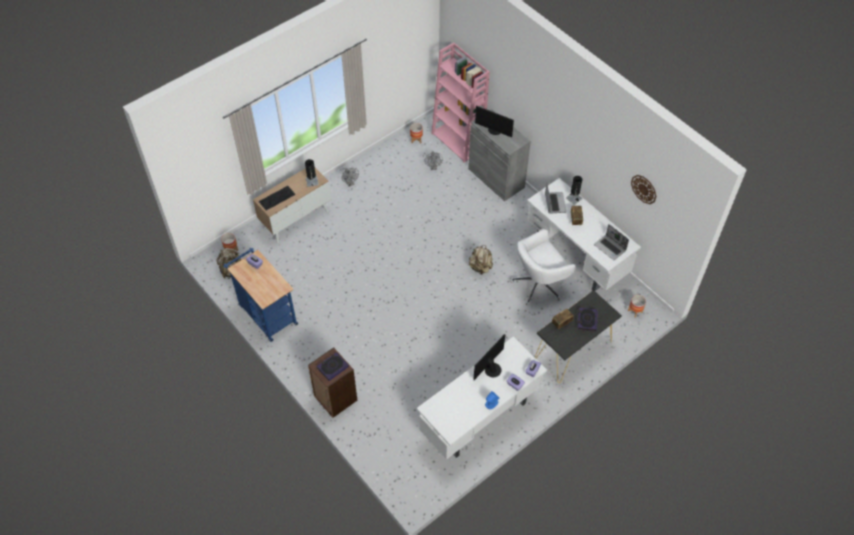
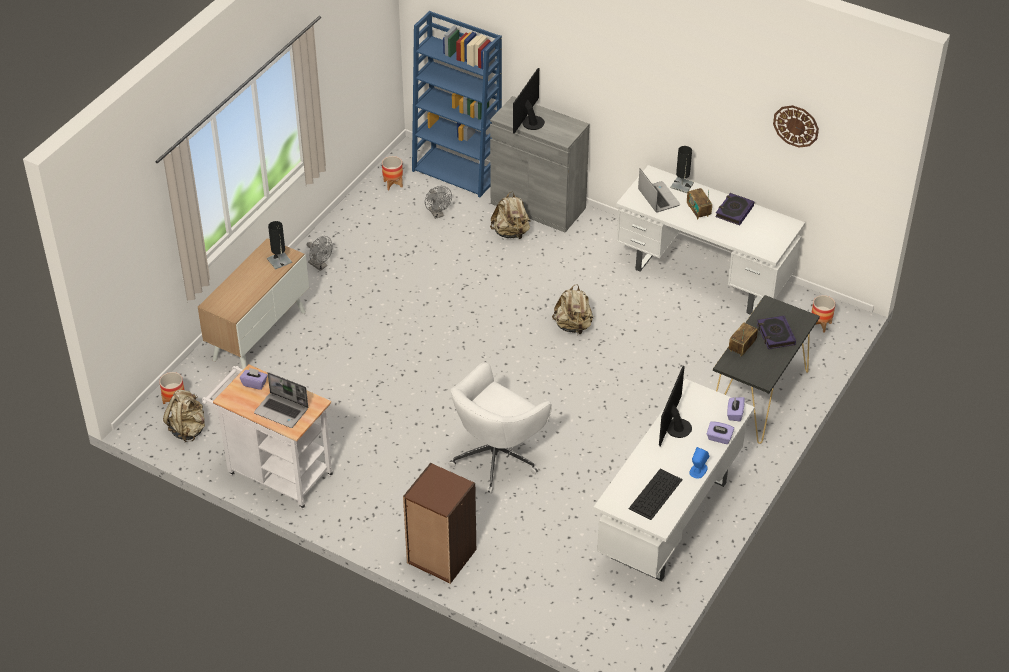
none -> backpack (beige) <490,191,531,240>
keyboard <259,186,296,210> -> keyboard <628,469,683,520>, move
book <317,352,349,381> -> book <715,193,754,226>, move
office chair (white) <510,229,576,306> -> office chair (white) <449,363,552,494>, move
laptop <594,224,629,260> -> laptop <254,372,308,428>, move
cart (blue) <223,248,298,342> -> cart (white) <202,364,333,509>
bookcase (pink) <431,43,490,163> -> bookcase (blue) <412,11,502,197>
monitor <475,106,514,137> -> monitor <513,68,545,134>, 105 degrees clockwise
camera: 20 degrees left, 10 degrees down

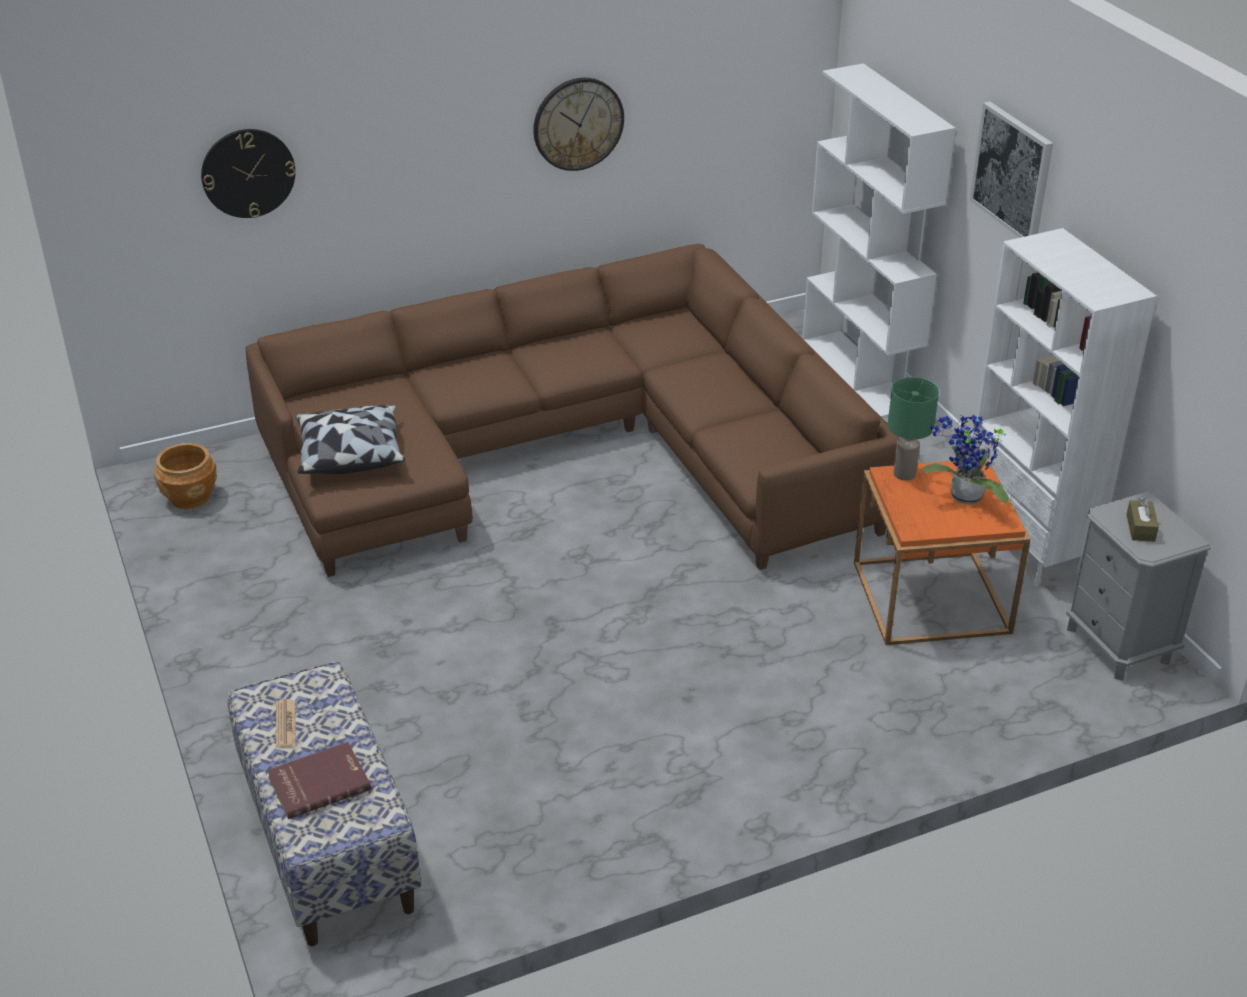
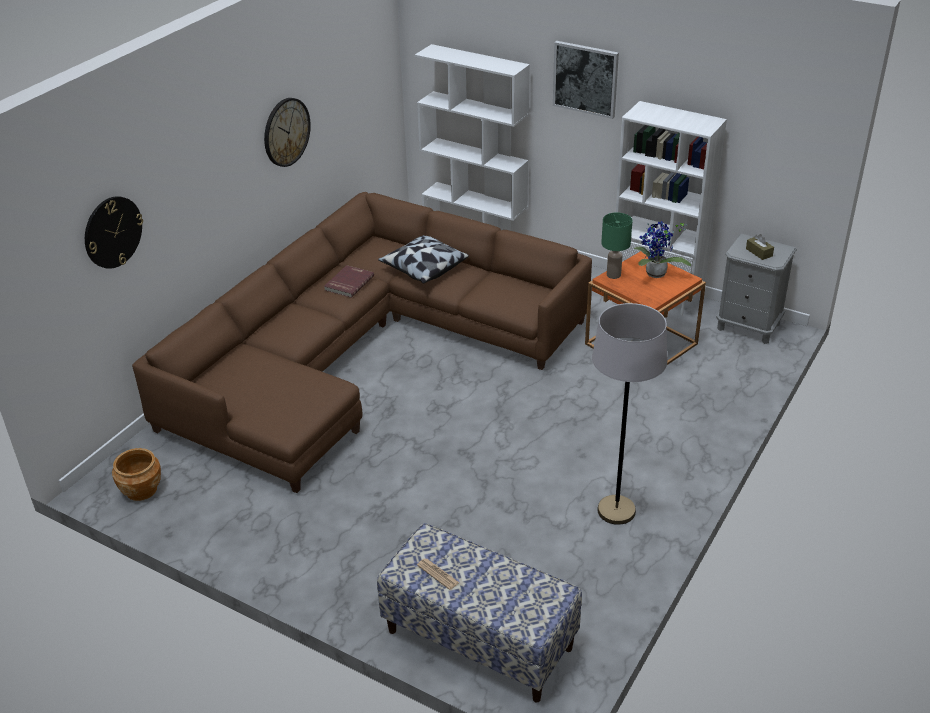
none -> floor lamp (grey) <592,303,667,525>
book (red) <267,742,371,819> -> book (red) <324,265,374,298>, move
pillow <296,405,405,474> -> pillow <378,235,469,283>, move
camera: 35 degrees left, 0 degrees up

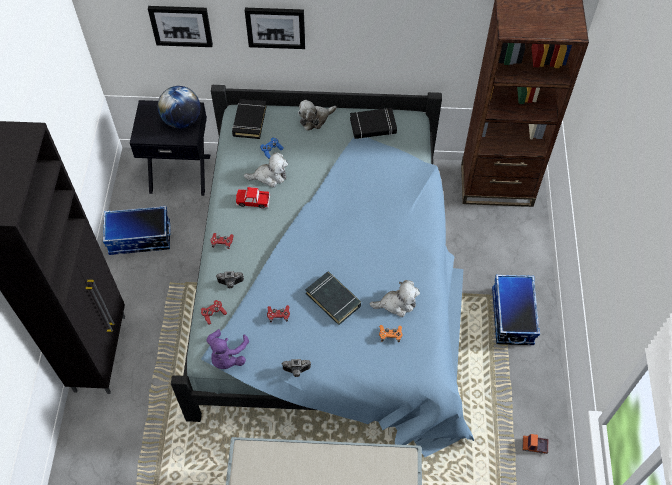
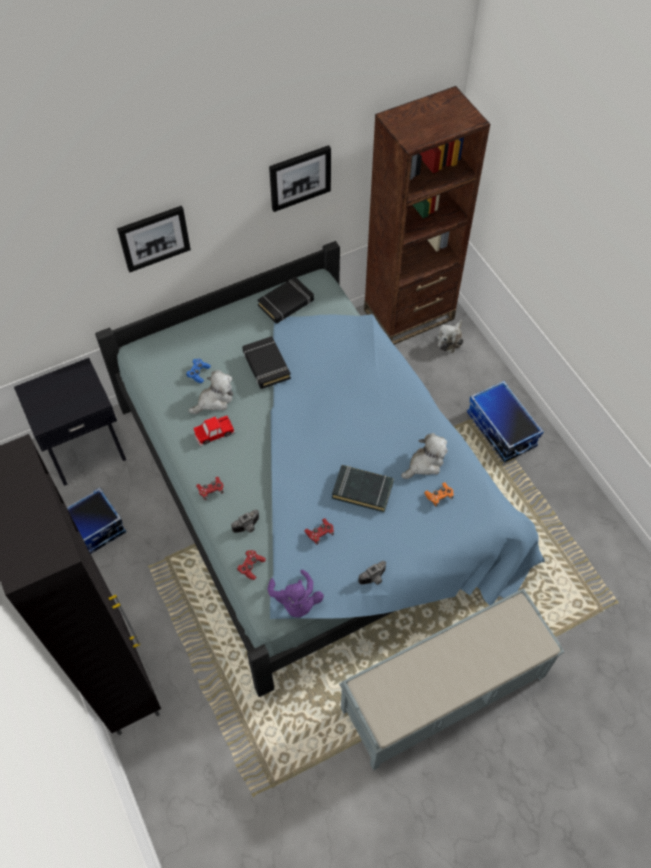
globe <158,86,200,129> -> none
toy truck <522,434,548,454> -> none
picture <148,6,213,47> -> picture <269,145,331,212>, move
book (black) <232,99,267,139> -> book (black) <242,336,291,389>, move
plush toy <298,100,337,131> -> plush toy <437,320,464,353>, move
camera: 30 degrees left, 0 degrees up

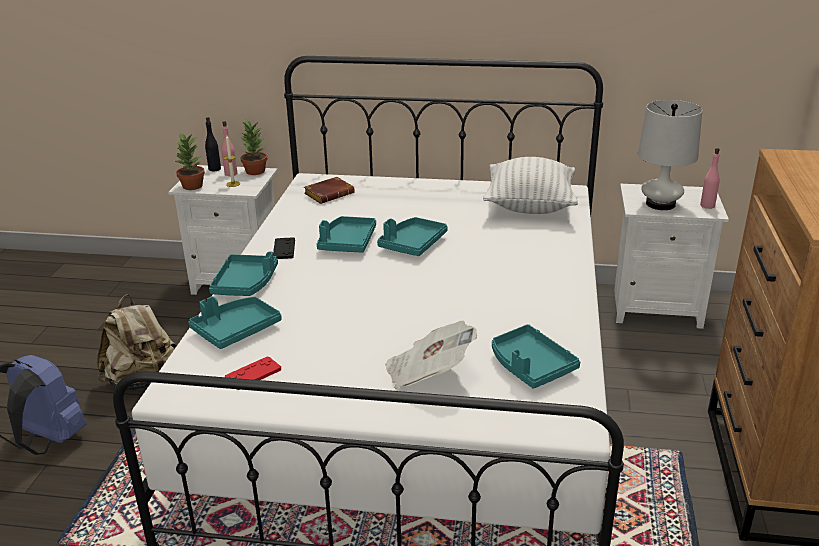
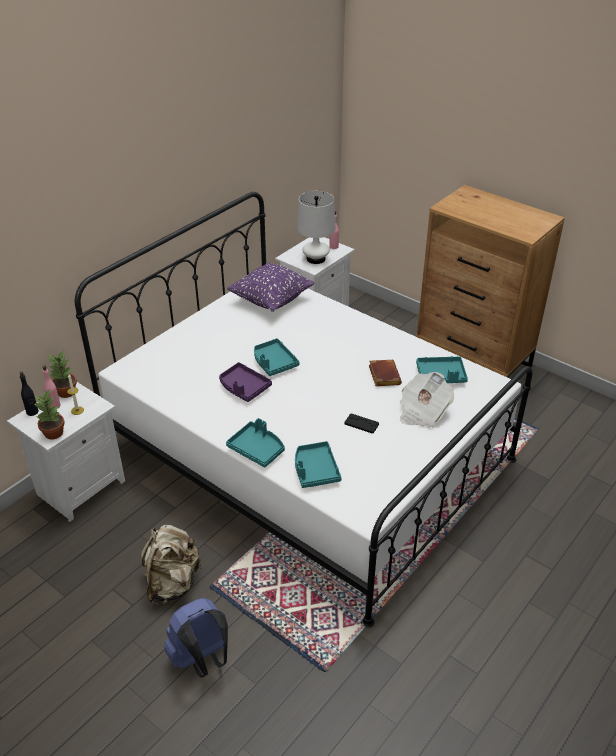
game controller (red) <225,357,281,390> -> none
game controller (black) <273,237,295,259> -> game controller (black) <344,413,379,434>, move
book (brown) <304,177,355,204> -> book (brown) <369,360,402,386>, move
tray (turquoise) <317,216,376,252> -> tray (purple) <219,362,272,402>
pillow (white) <483,157,578,214> -> pillow (purple) <227,262,314,312>
camera: 60 degrees left, 10 degrees up

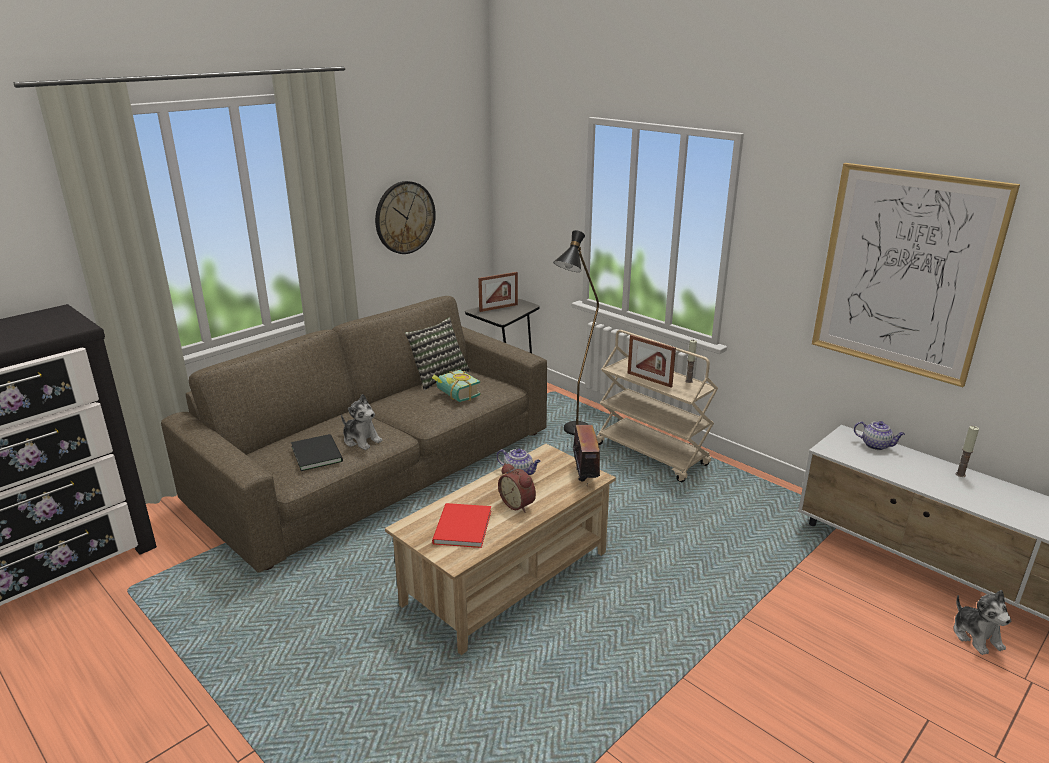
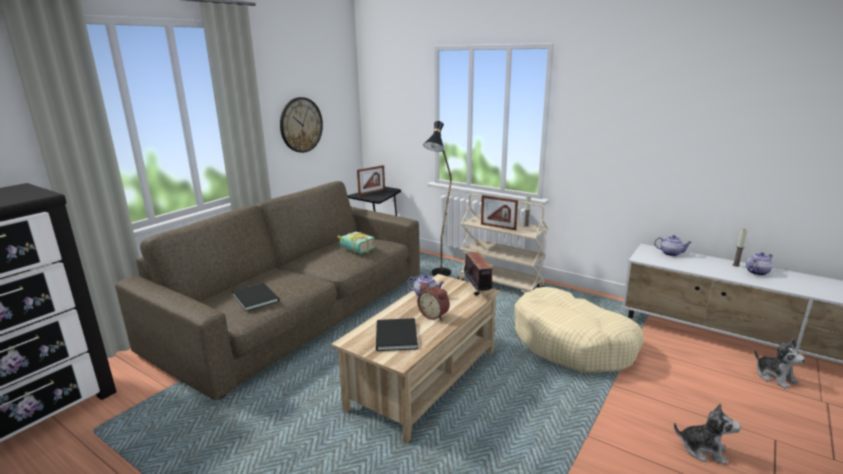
pillow <405,317,471,390> -> none
picture <812,163,1020,387> -> none
none -> dog bed (beige) <515,287,644,373>
none -> teapot <746,252,773,276>
plush toy <341,394,383,450> -> plush toy <674,403,741,465>, move
book (red) <432,503,491,548> -> book (black) <376,318,418,351>
camera: 10 degrees left, 5 degrees down

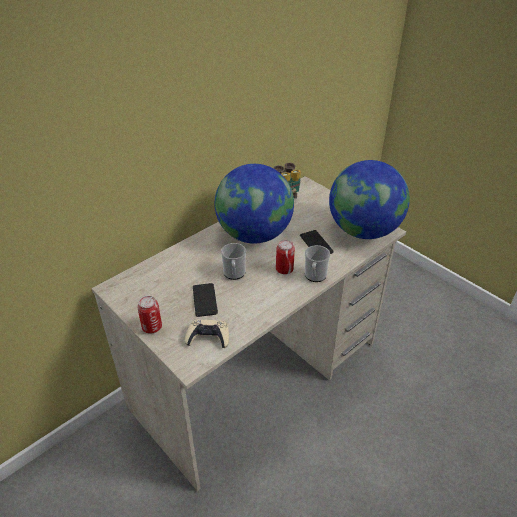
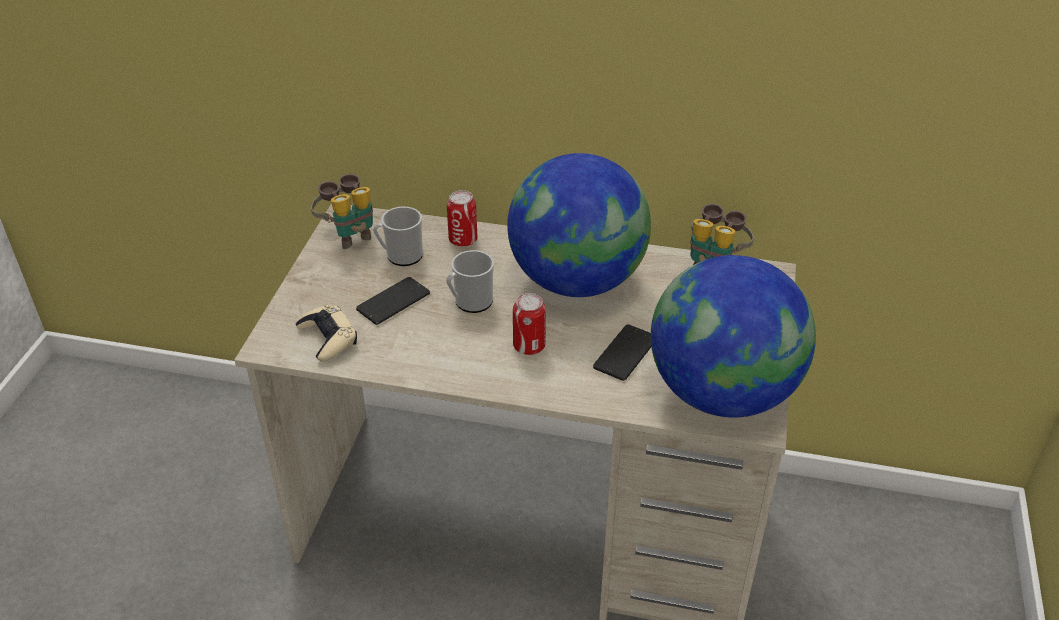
none -> binoculars <311,174,373,249>
can <137,296,162,334> -> can <447,190,477,247>, move
mug <305,245,330,282> -> mug <373,206,423,266>, move
camera: 55 degrees right, 0 degrees up

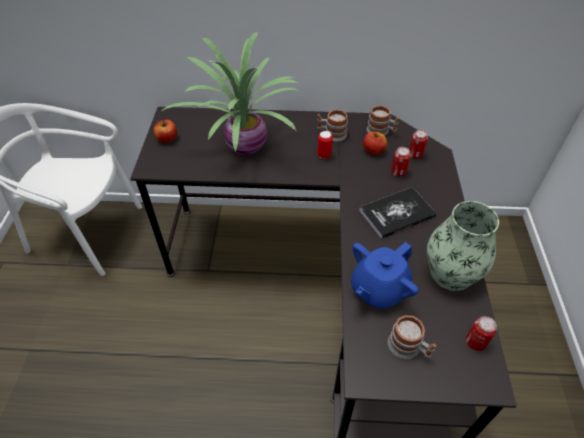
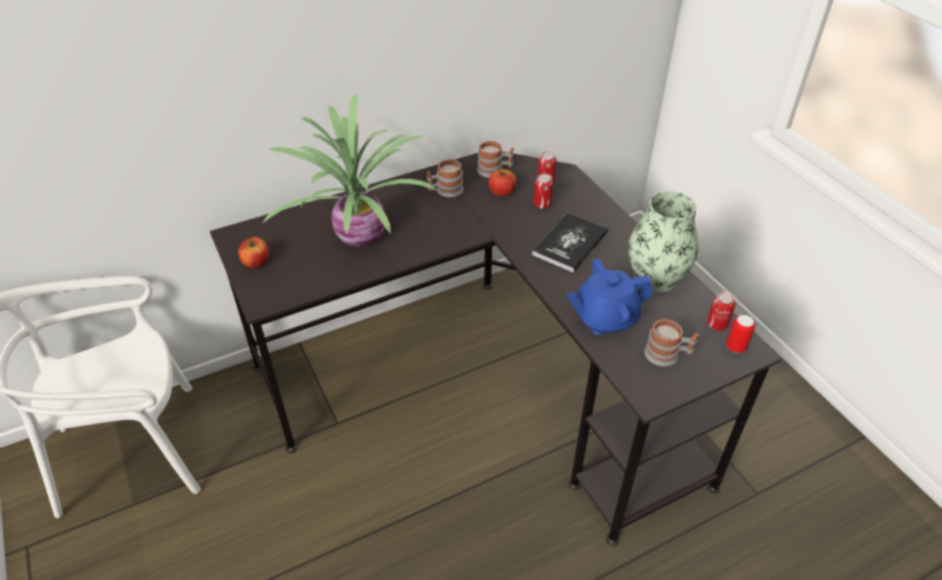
can <317,131,333,159> -> can <726,315,755,353>, move
teapot (blue) <351,242,418,309> -> teapot (blue) <566,259,653,335>, 60 degrees clockwise
camera: 30 degrees left, 5 degrees down

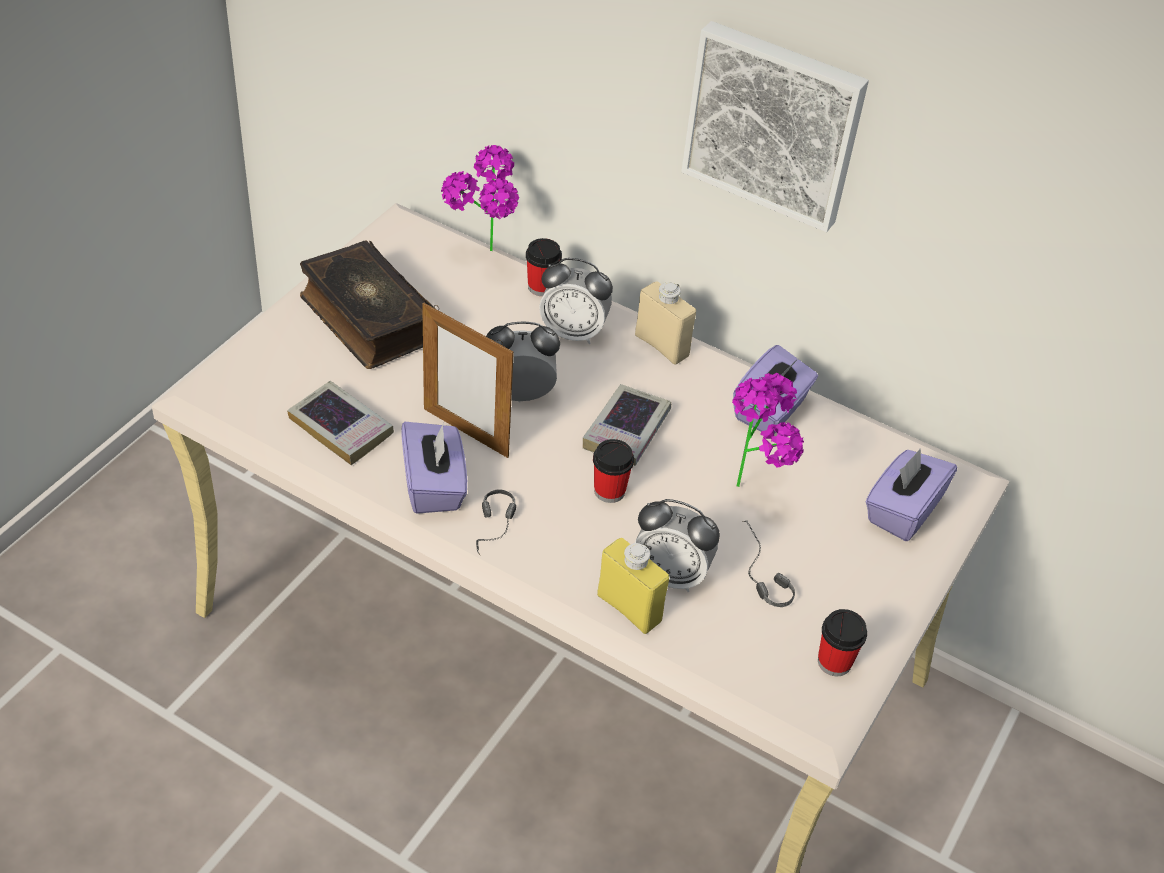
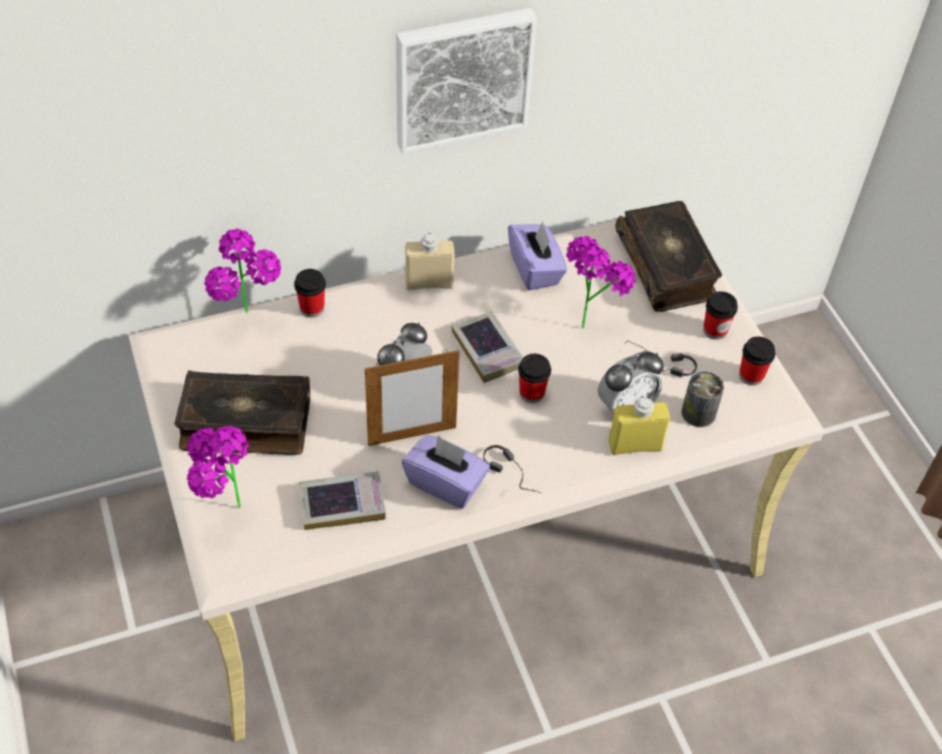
alarm clock <539,258,613,344> -> none
none -> potted plant <187,426,249,508>
none -> can <681,372,724,427>
none -> cup <703,291,738,340>
tissue box (purple) <865,448,957,541> -> book <615,201,722,312>
camera: 50 degrees left, 5 degrees up

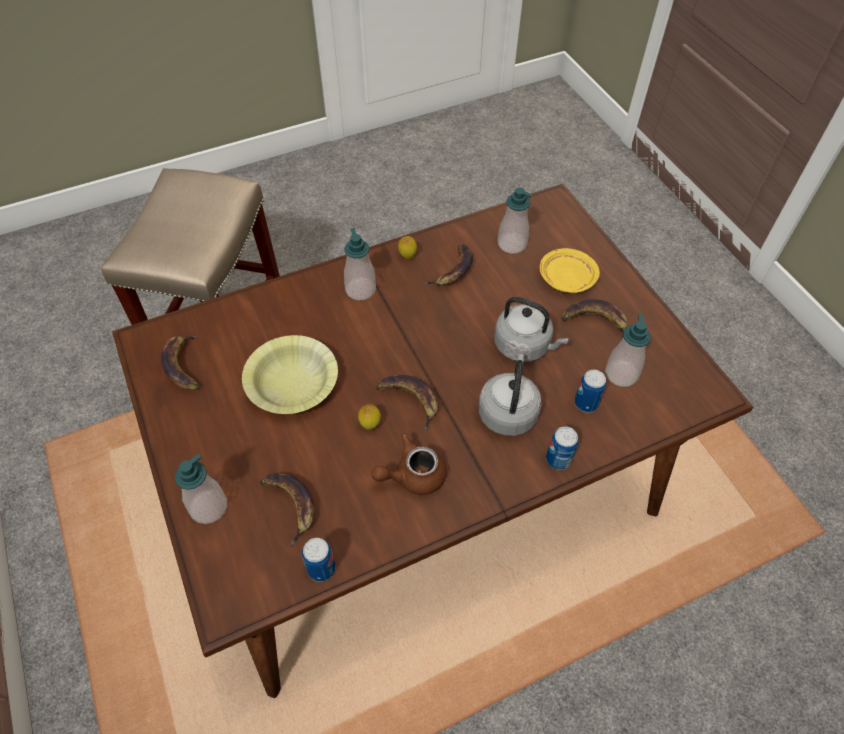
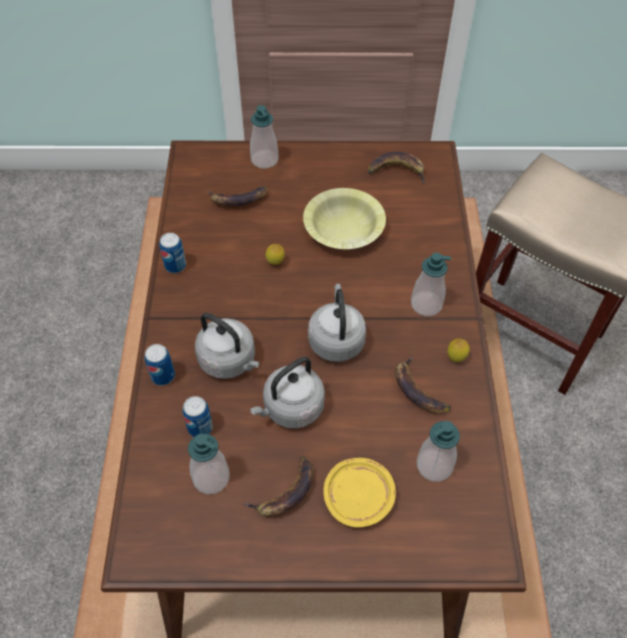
teapot (brown) <371,434,447,495> -> none
banana <376,375,438,432> -> none
none -> kettle (grey) <308,284,366,362>
can <302,538,336,582> -> can <159,233,186,273>, move
camera: 115 degrees right, 0 degrees up

